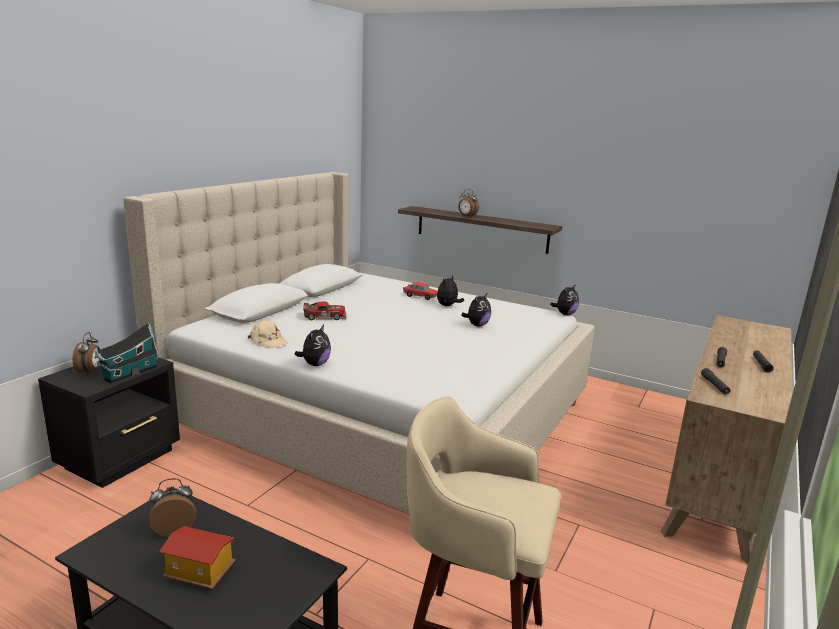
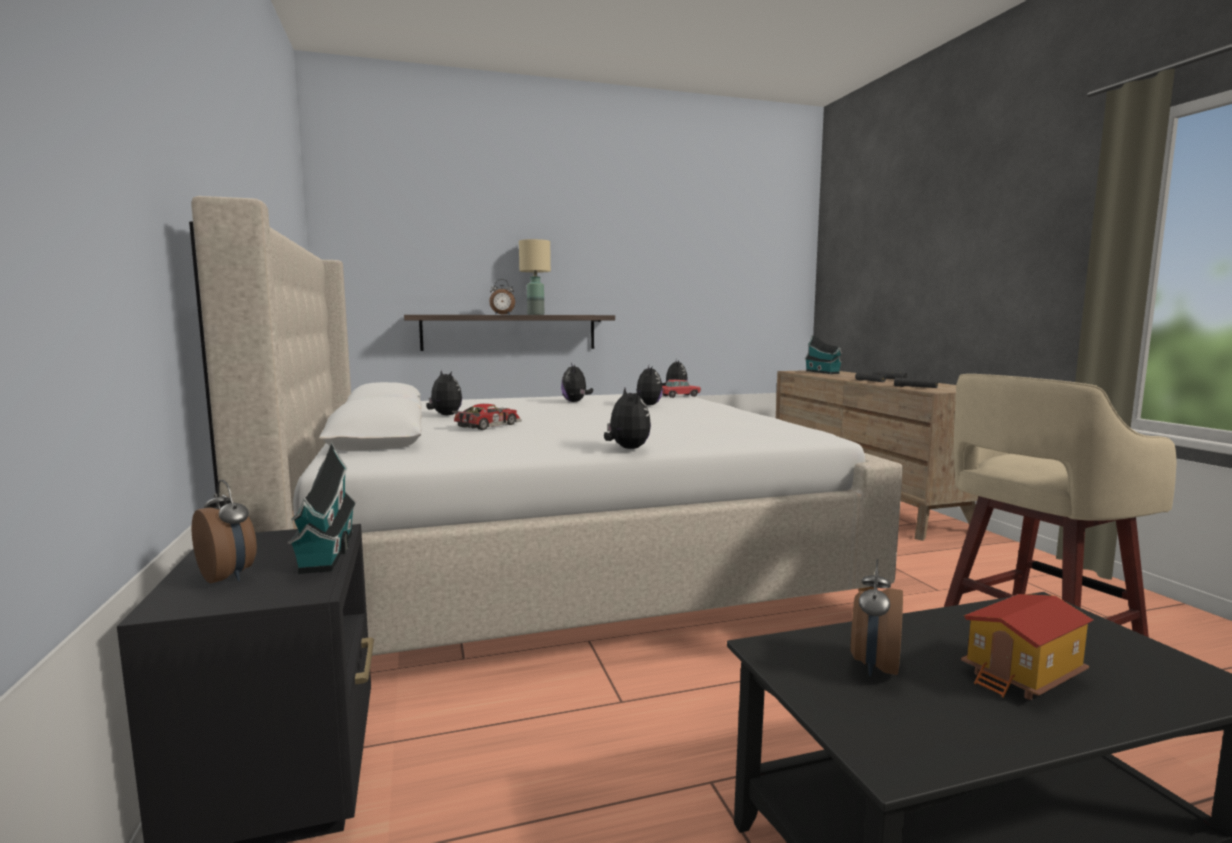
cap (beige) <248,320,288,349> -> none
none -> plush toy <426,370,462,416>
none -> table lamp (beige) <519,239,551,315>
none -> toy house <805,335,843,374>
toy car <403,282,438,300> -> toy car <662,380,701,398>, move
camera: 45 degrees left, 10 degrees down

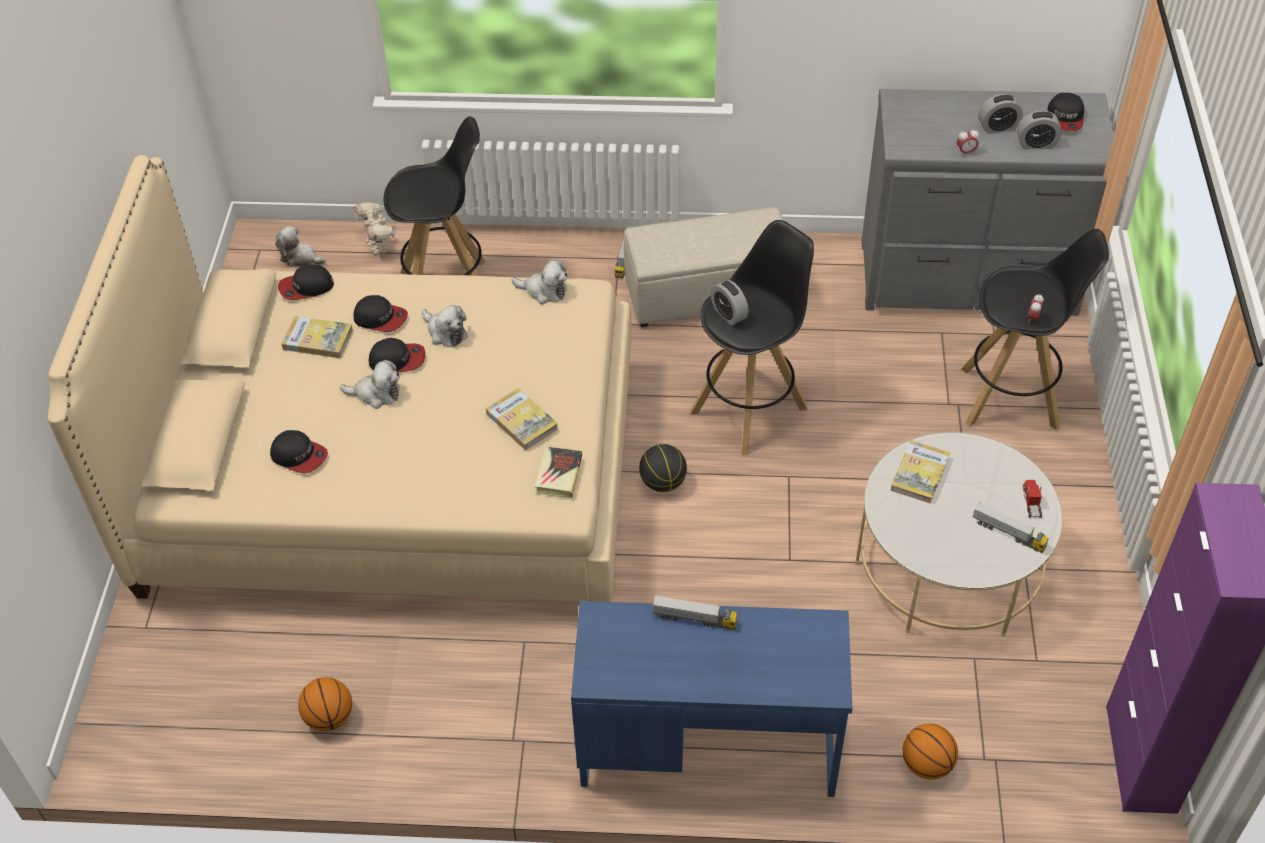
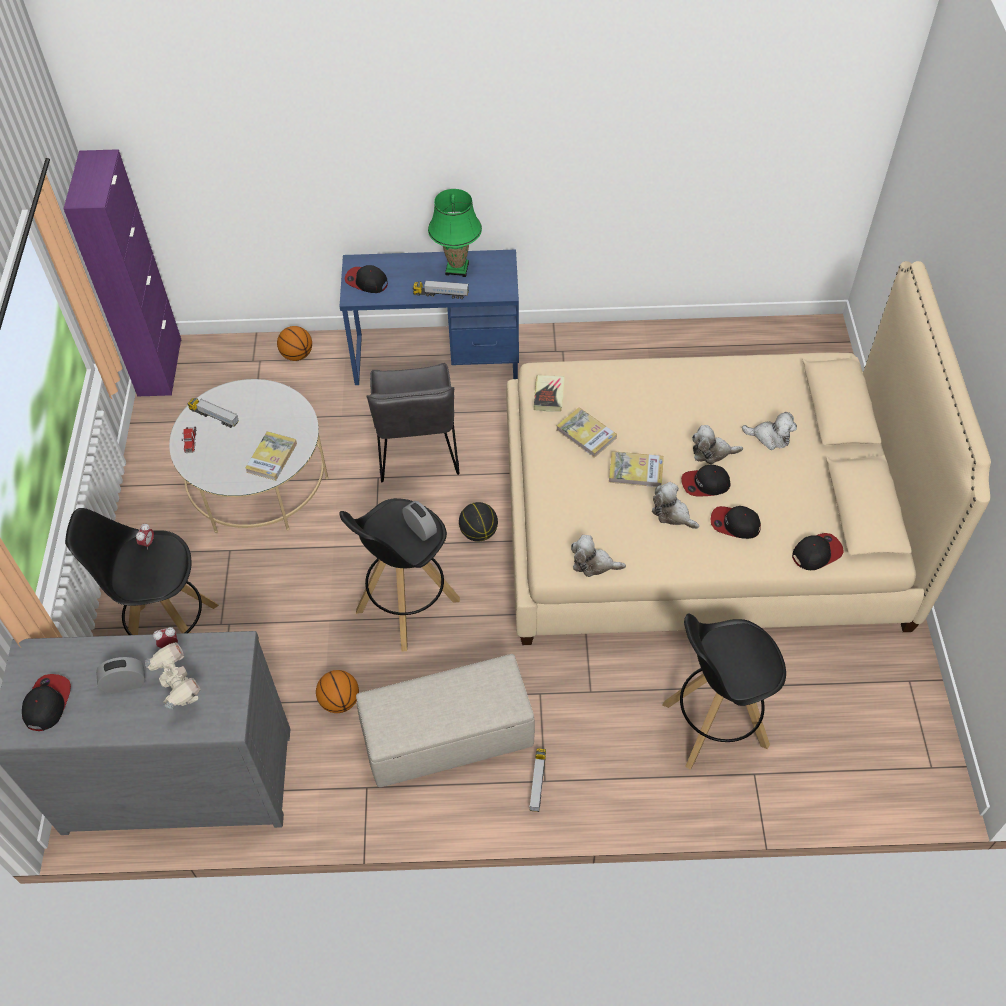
alarm clock <1017,110,1062,149> -> none
none -> chair (grey) <366,363,460,482>
none -> table lamp (green) <428,189,482,277>
cap <270,430,328,473> -> cap <344,265,388,293>, move
plush toy <275,226,326,267> -> plush toy <742,412,797,450>, move
book <281,316,353,358> -> book <609,451,664,487>, move
basketball <298,677,352,731> -> basketball <316,670,359,713>, move
toy robot <354,202,397,254> -> toy robot <145,642,201,710>, move
camera: 175 degrees right, 5 degrees up

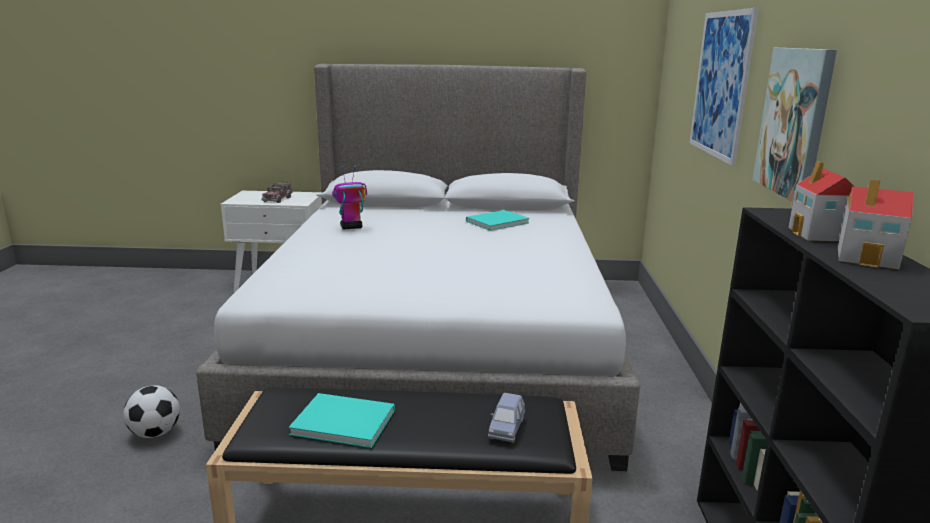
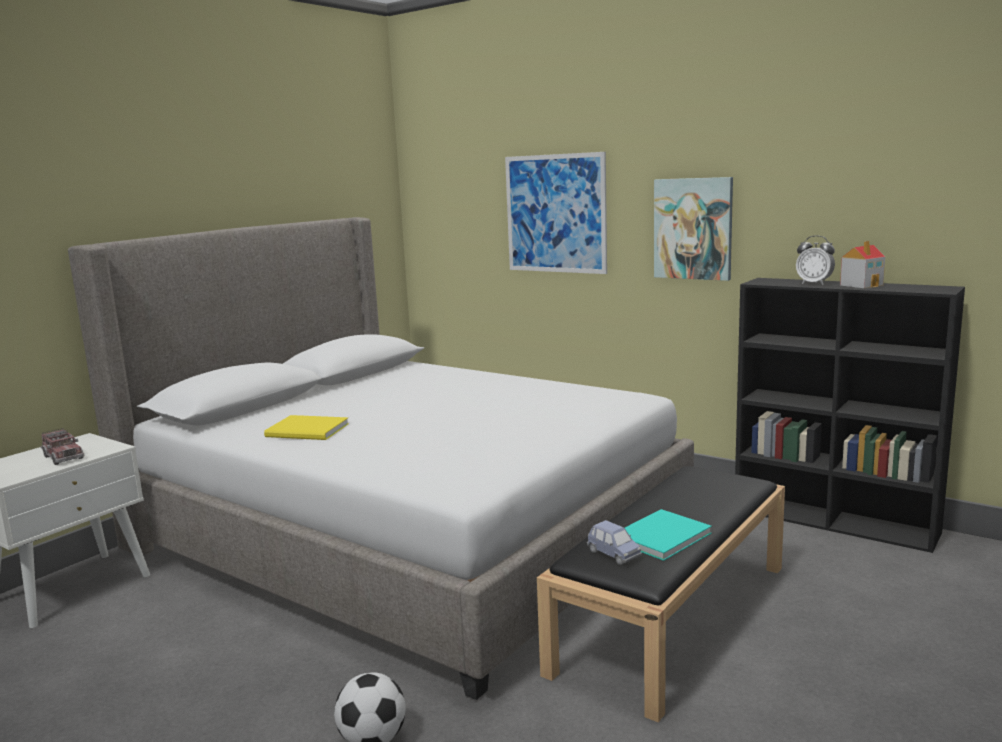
book (turquoise) <466,210,530,231> -> none
toy car (blue) <488,393,525,443> -> toy car (blue) <587,520,642,565>, move
toy robot <332,166,367,229> -> book (yellow) <264,415,349,440>
toy house <788,161,854,241> -> alarm clock <796,235,835,285>
camera: 55 degrees left, 5 degrees down

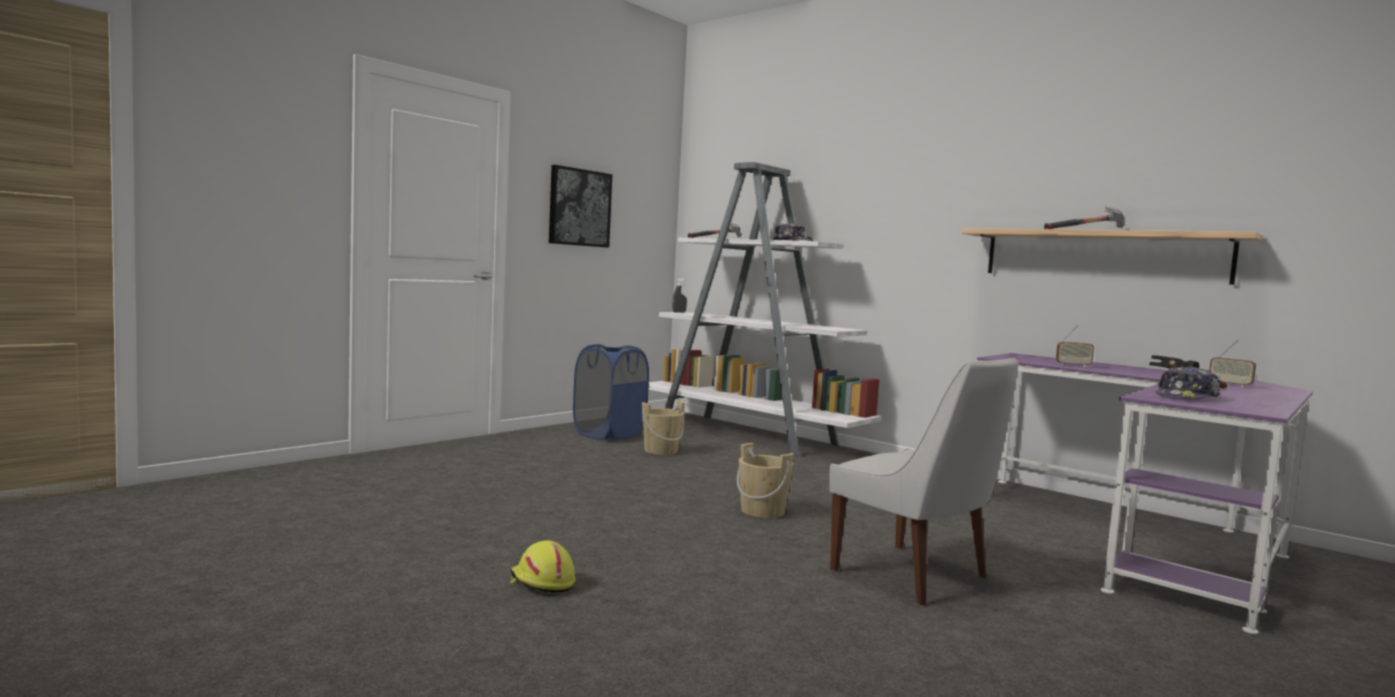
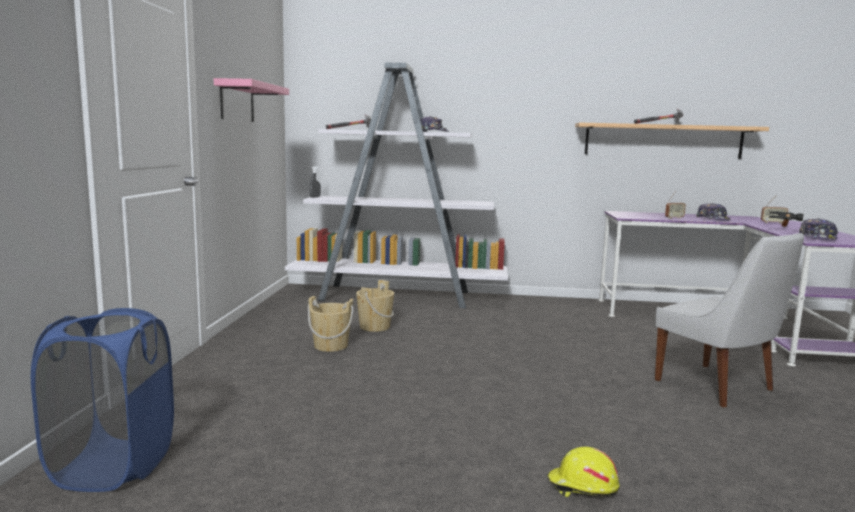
none -> cap <696,203,730,221>
laundry basket (blue) <573,344,649,440> -> laundry basket (blue) <31,308,174,492>, move
bucket (beige) <737,443,794,518> -> bucket (beige) <308,296,354,352>, move
picture <549,165,613,248> -> shelf (pink) <214,78,289,122>
chair (white) <829,358,1019,605> -> chair (white) <655,233,804,408>, 45 degrees clockwise
camera: 35 degrees left, 5 degrees up

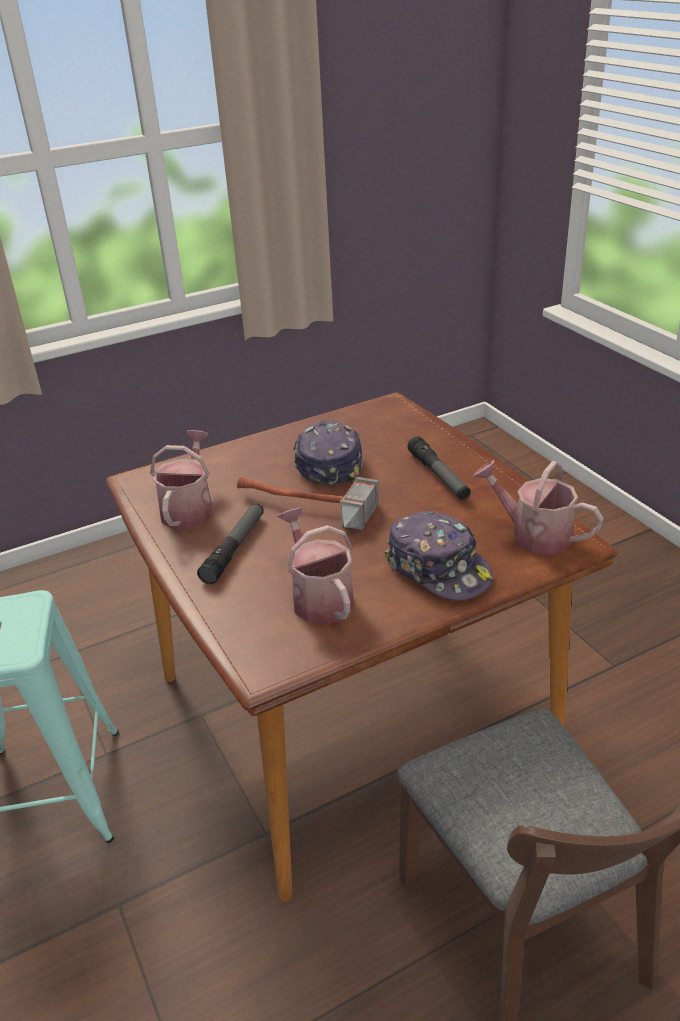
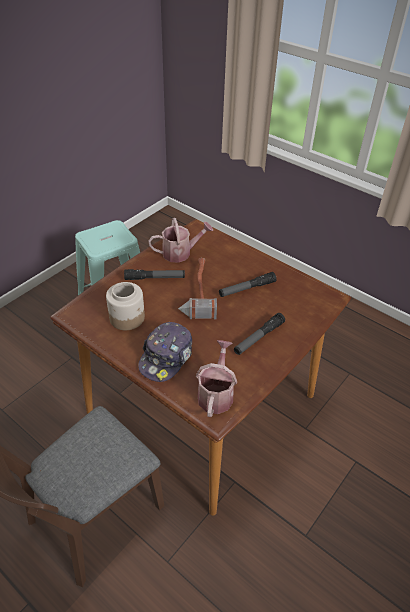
watering can <277,507,354,624> -> jar <106,282,145,330>
cap <293,421,363,485> -> flashlight <219,272,276,297>
camera: 65 degrees right, 10 degrees up

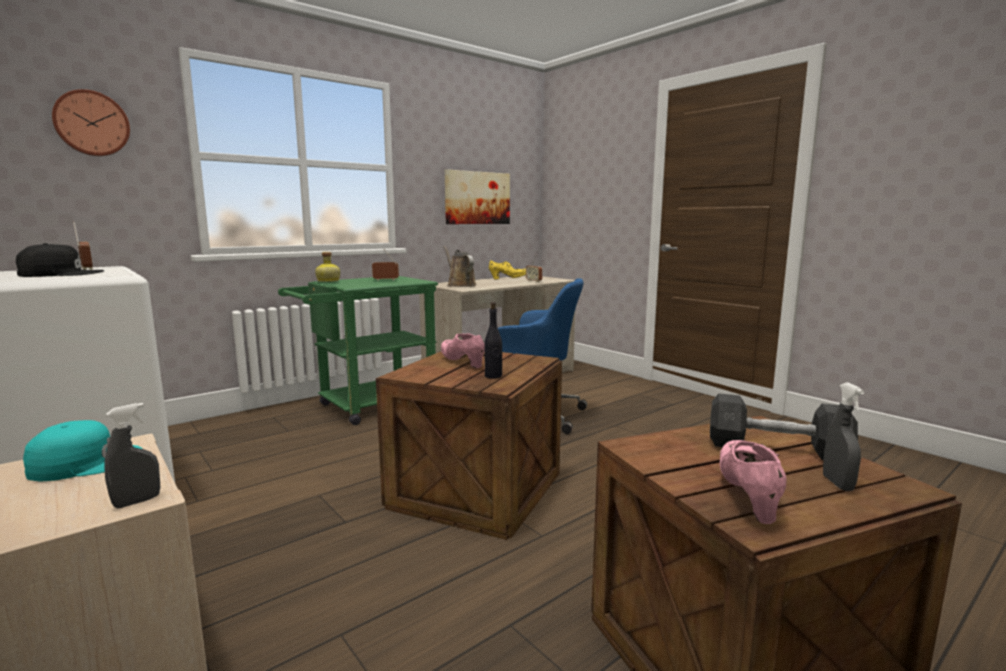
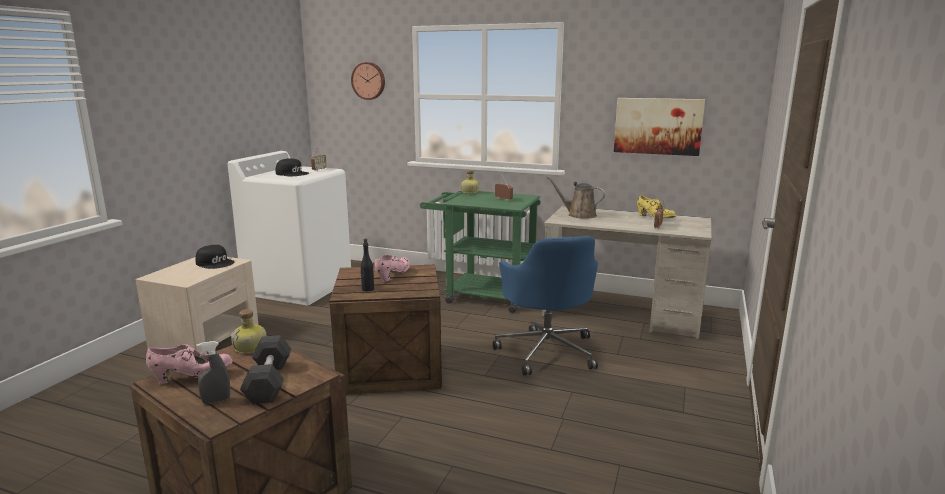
spray bottle (grey) <105,403,160,508> -> none
none -> bottle <231,309,266,354>
cap (turquoise) <23,420,143,482> -> cap (black) <195,245,234,269>
watering can (brown) <444,246,476,287> -> watering can (brown) <547,176,605,219>, 90 degrees counterclockwise
camera: 60 degrees right, 5 degrees up

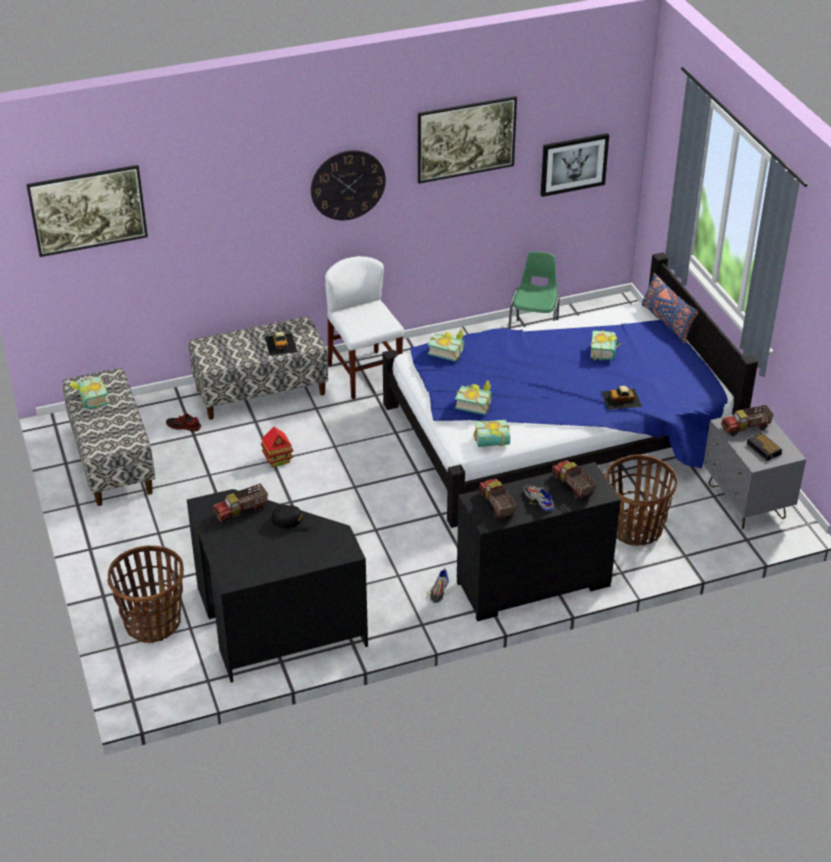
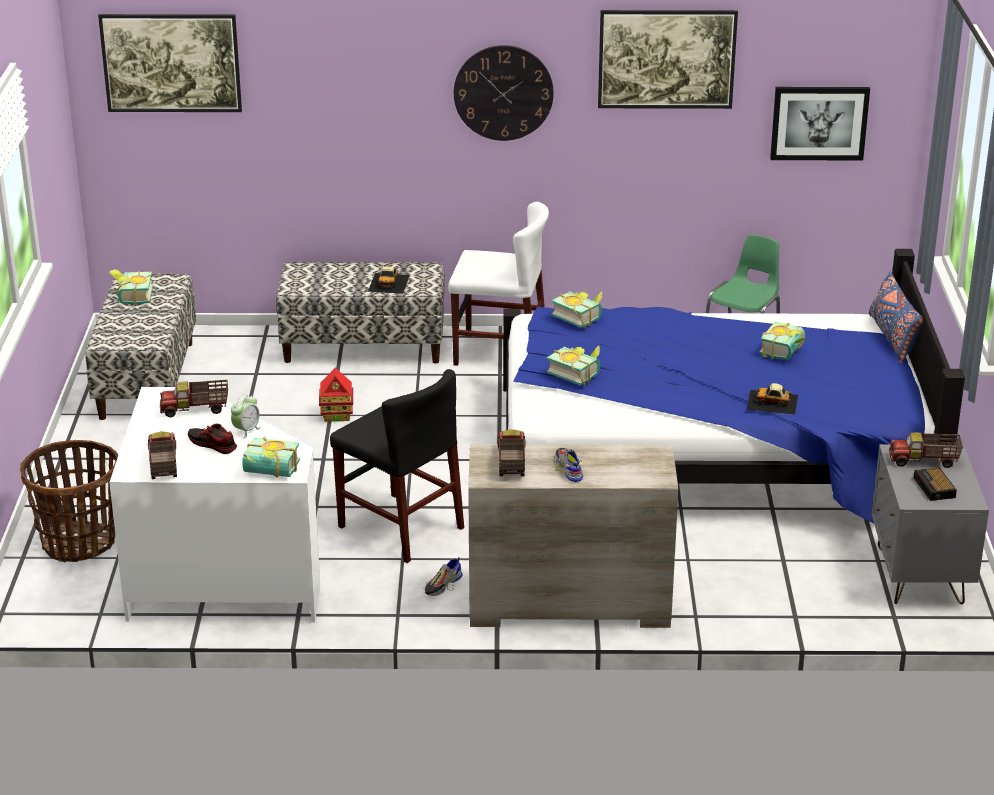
basket <605,455,677,546> -> none
none -> chair (black) <330,369,464,563>
shoe <166,414,201,432> -> shoe <188,423,237,454>, move
book <473,420,510,447> -> book <242,437,300,478>, move
toy truck <552,460,597,499> -> toy truck <148,431,177,479>, move
cap (black) <271,505,314,532> -> alarm clock <231,394,261,439>
desk (black) <187,489,368,682> -> desk (white) <109,387,320,623>
dresser (black) <457,462,621,621> -> dresser (beige) <468,444,679,628>
chair (white) <325,256,404,399> -> chair (white) <448,202,549,366>, 105 degrees clockwise
camera: 20 degrees right, 10 degrees down

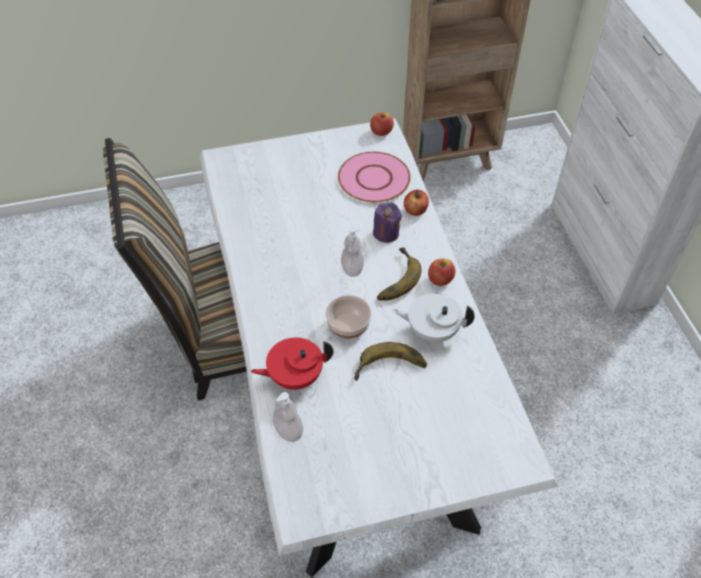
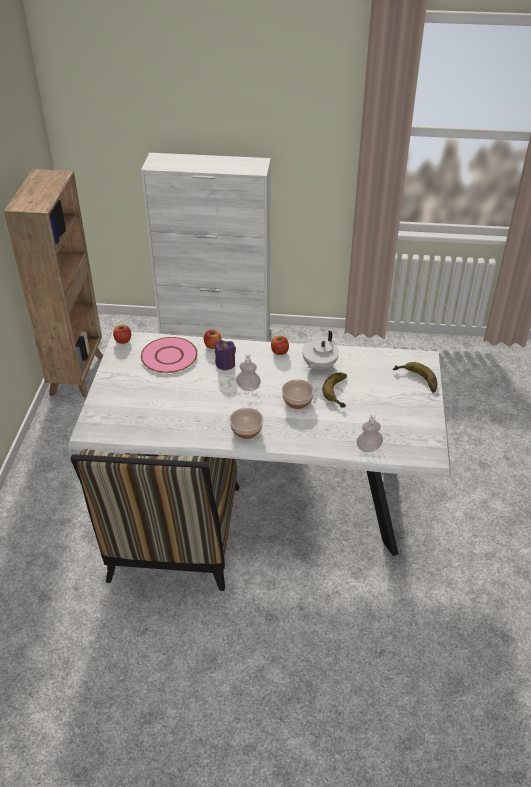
teapot (red) <251,338,333,390> -> none
none -> bowl <230,408,263,439>
banana <377,247,422,300> -> banana <393,362,437,393>, move
camera: 70 degrees left, 10 degrees down

